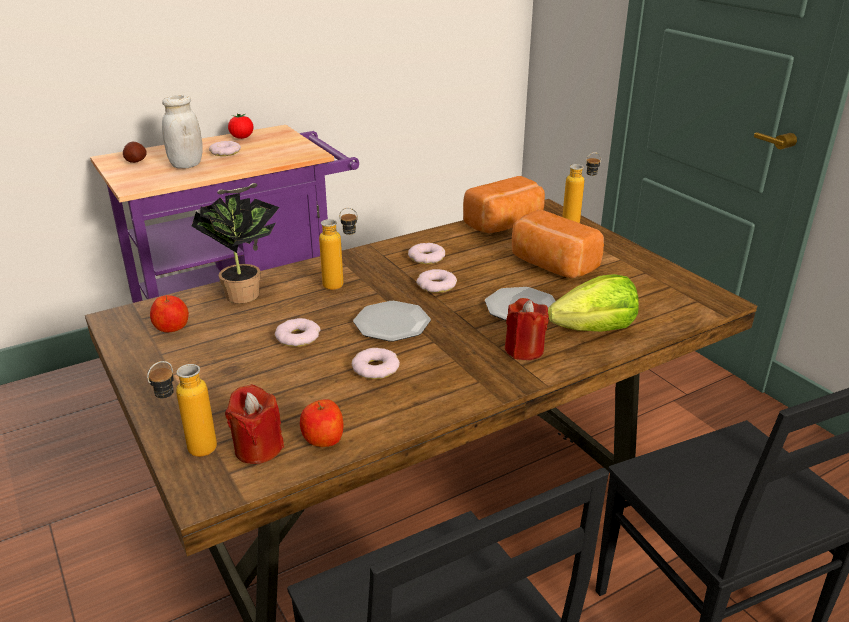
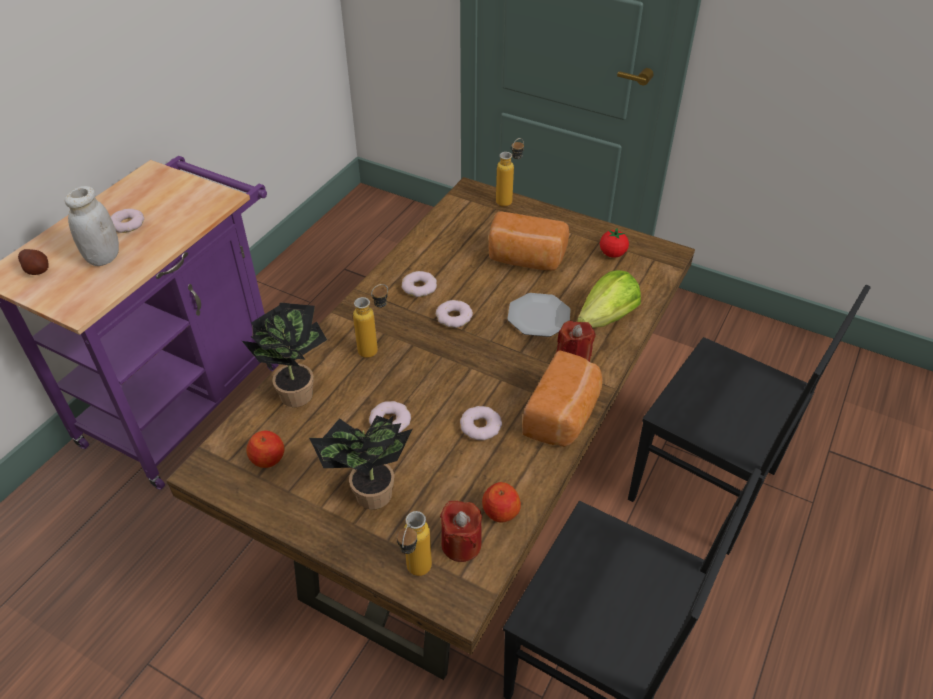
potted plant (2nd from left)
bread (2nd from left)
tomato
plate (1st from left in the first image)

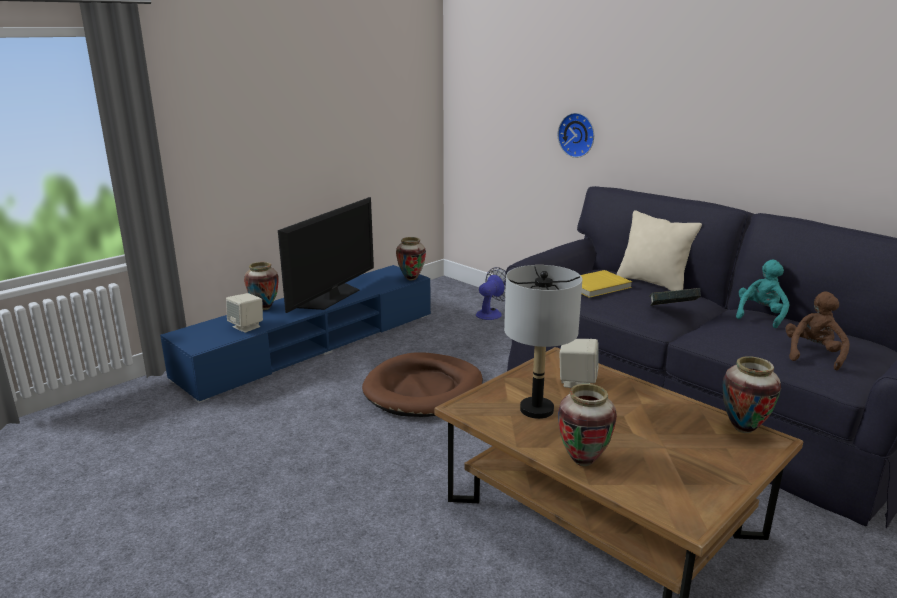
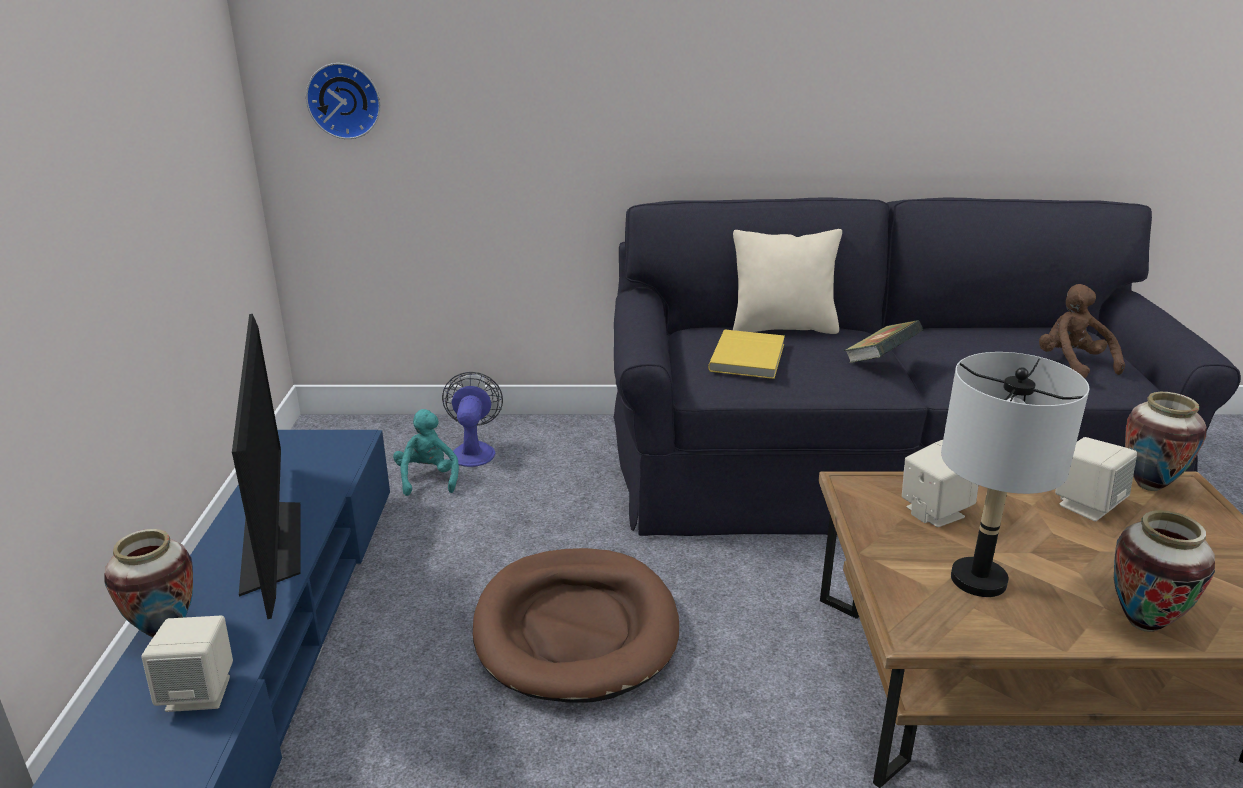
wall clock
plush toy in turquoise
speaker in beige (3rd from left)
vase (2nd from left in the first image)

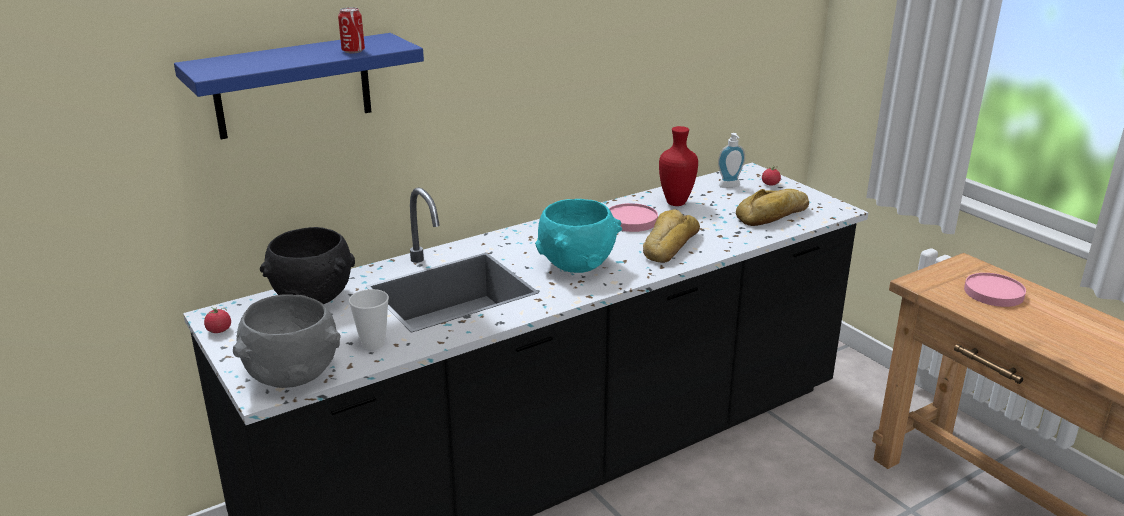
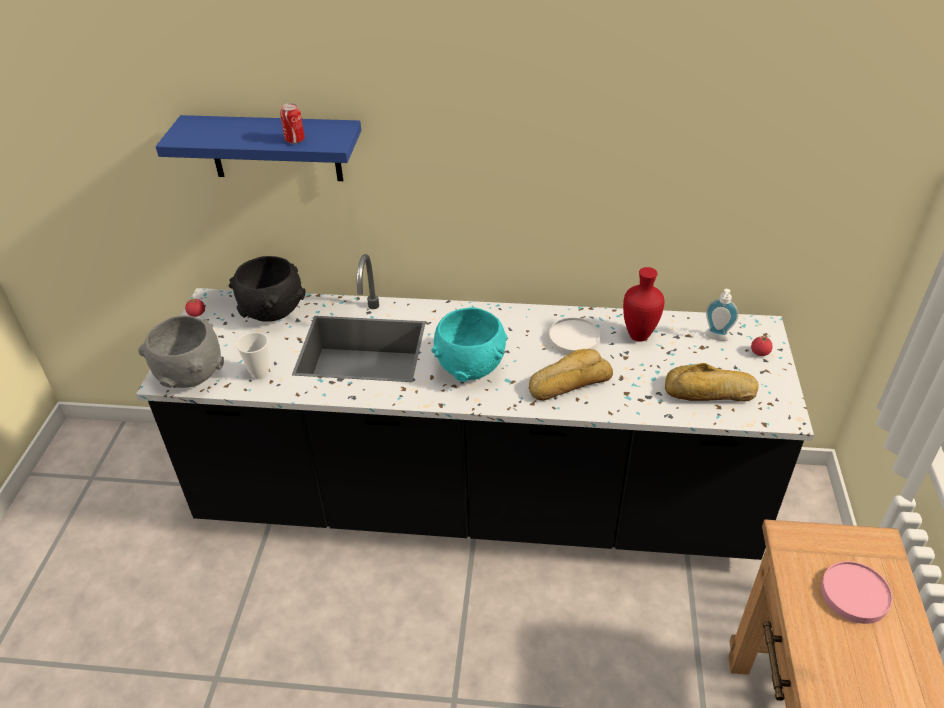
plate in white

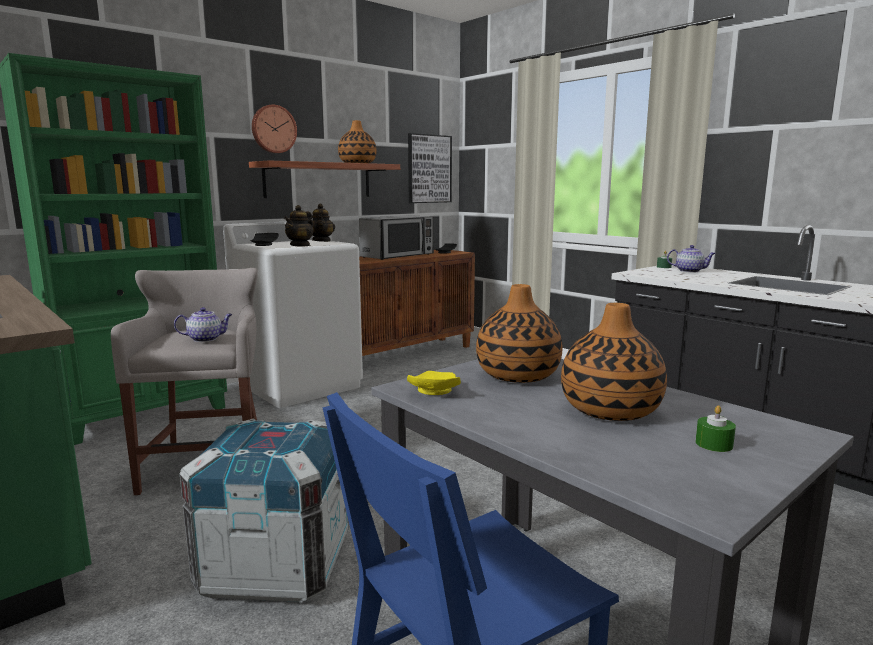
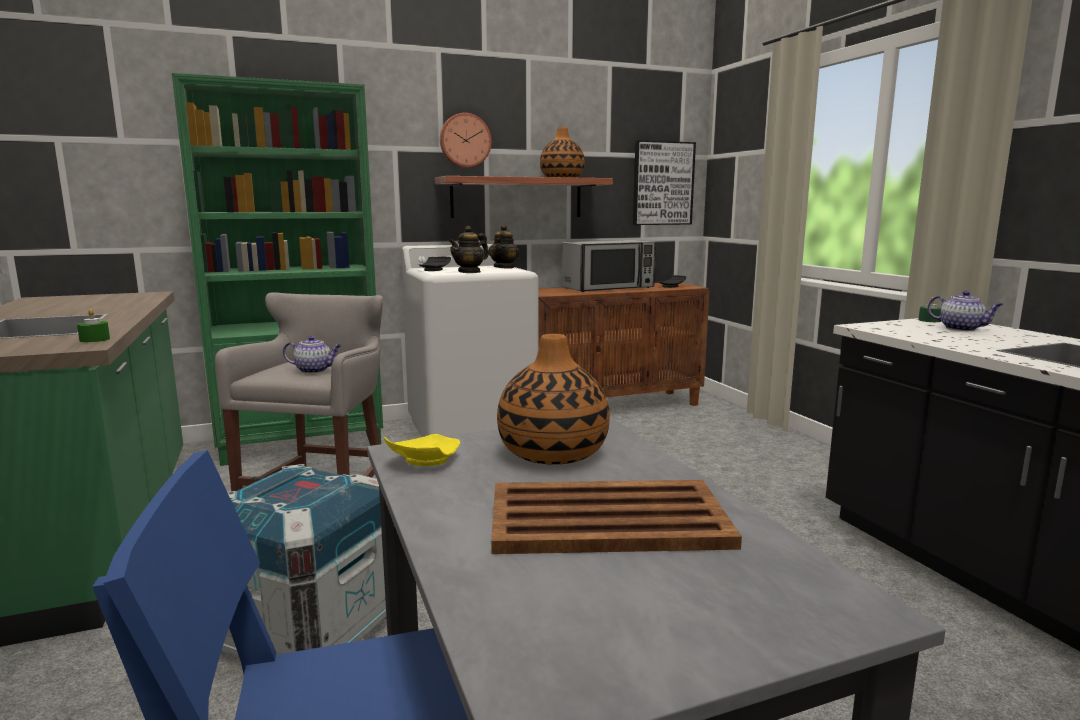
candle in green (1st from left)
tray in brown

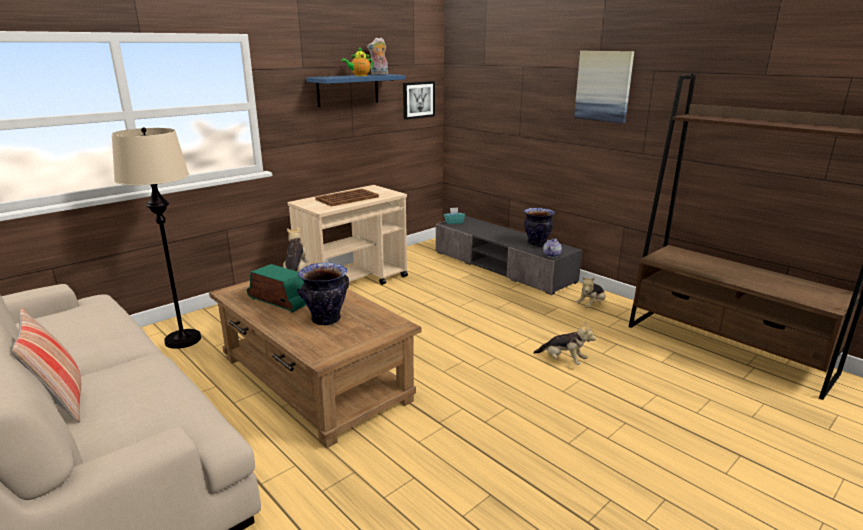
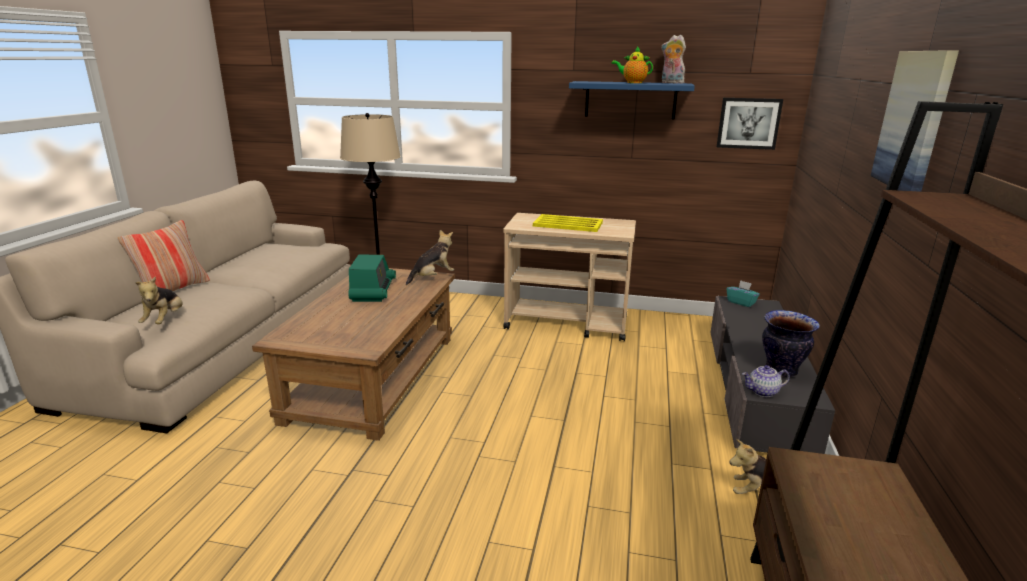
plush toy (1st from left)
tray in yellow
vase (1st from left in the first image)

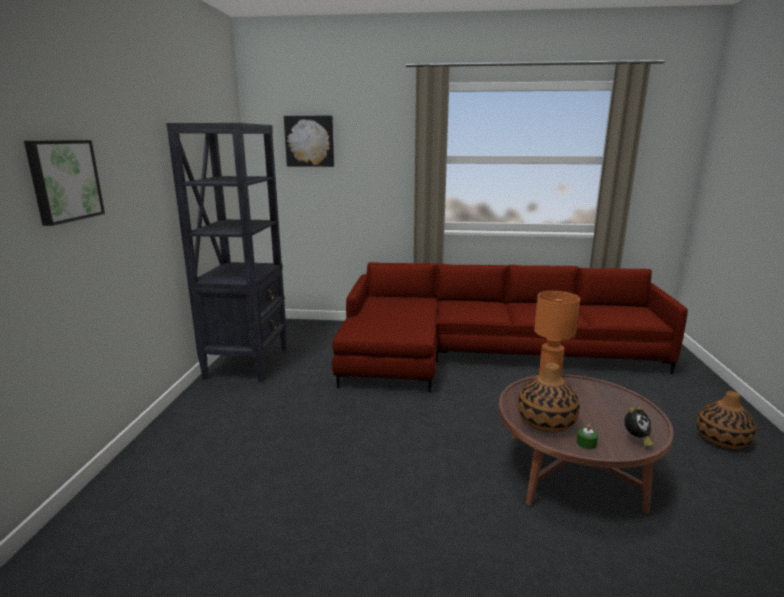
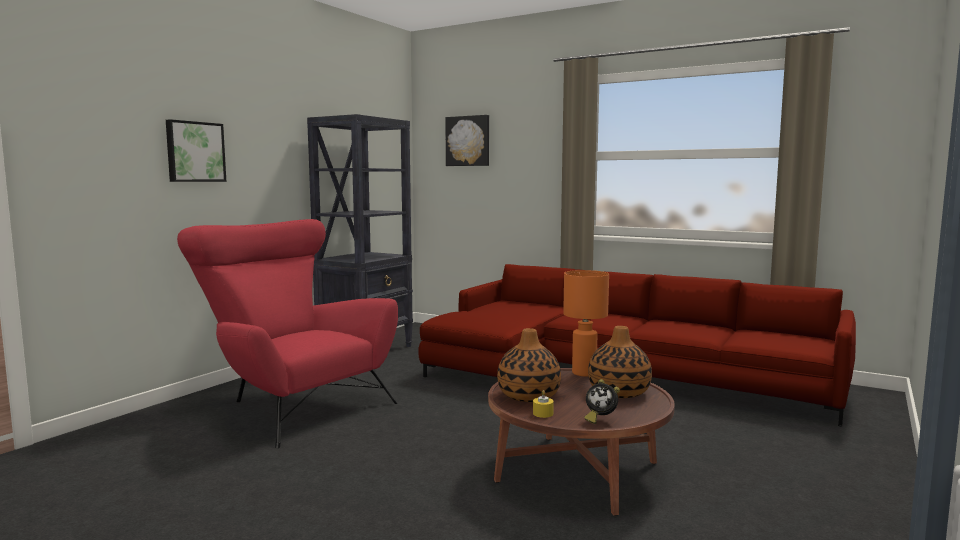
armchair in red
candle in yellow
alarm clock
vase (2nd from left)

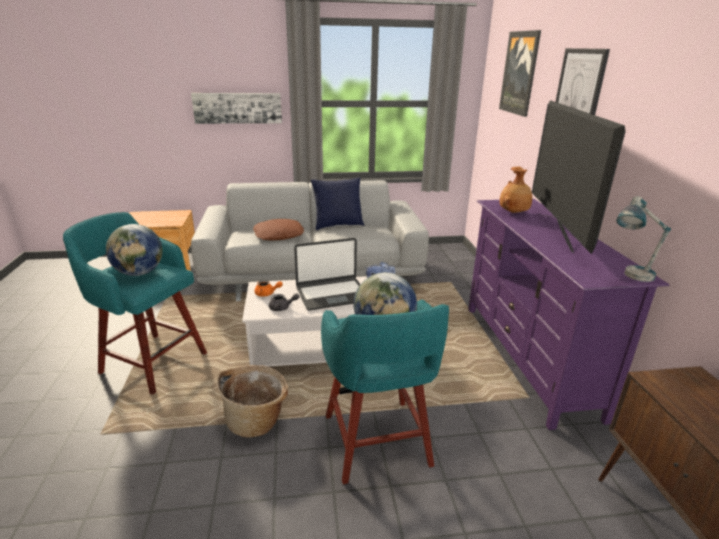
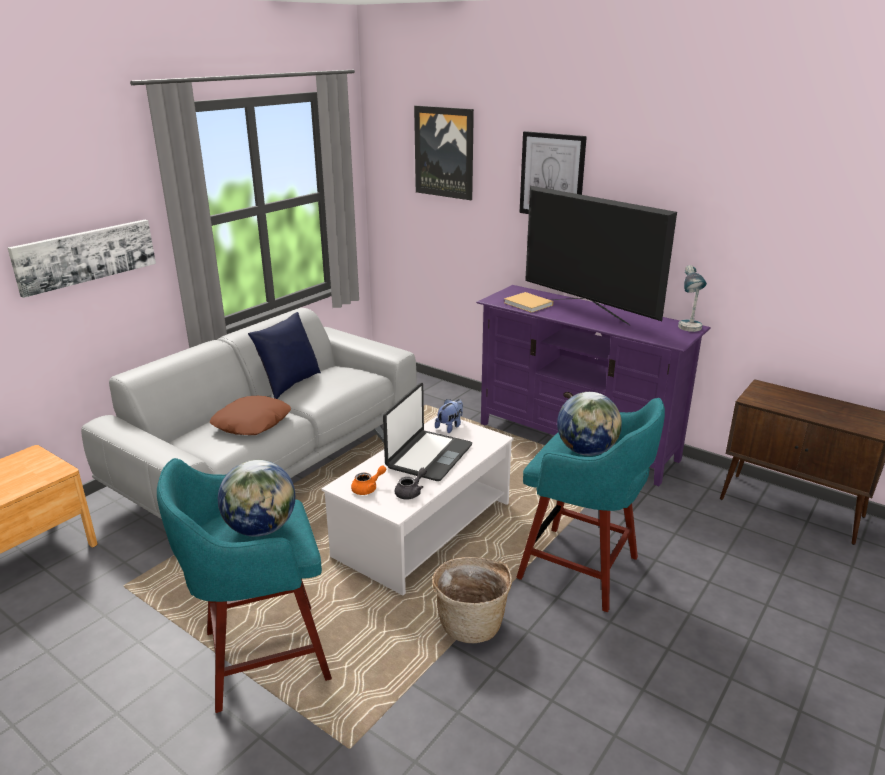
book in beige

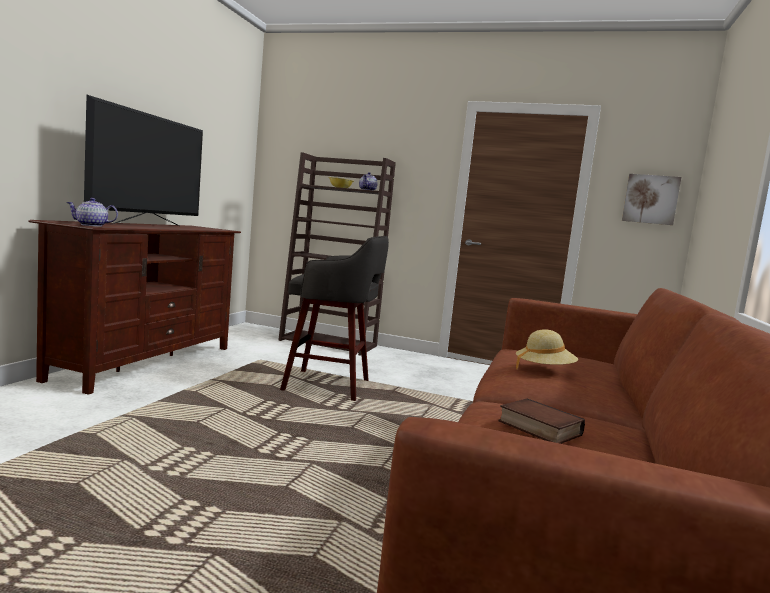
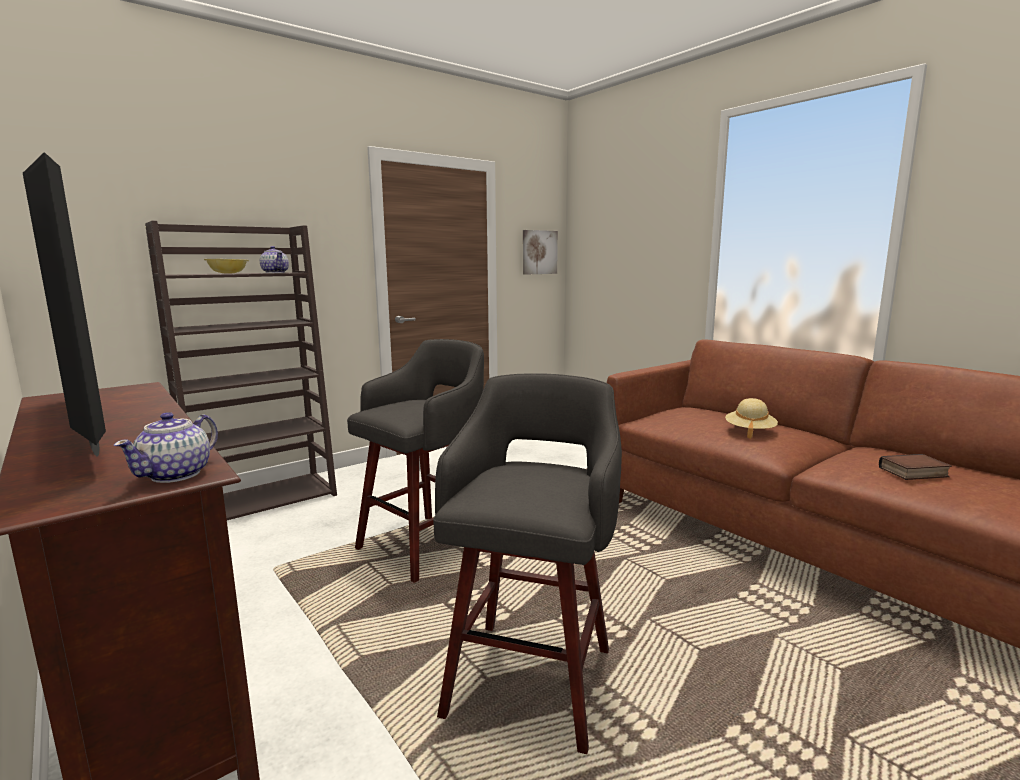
stool in grey (2nd from left)

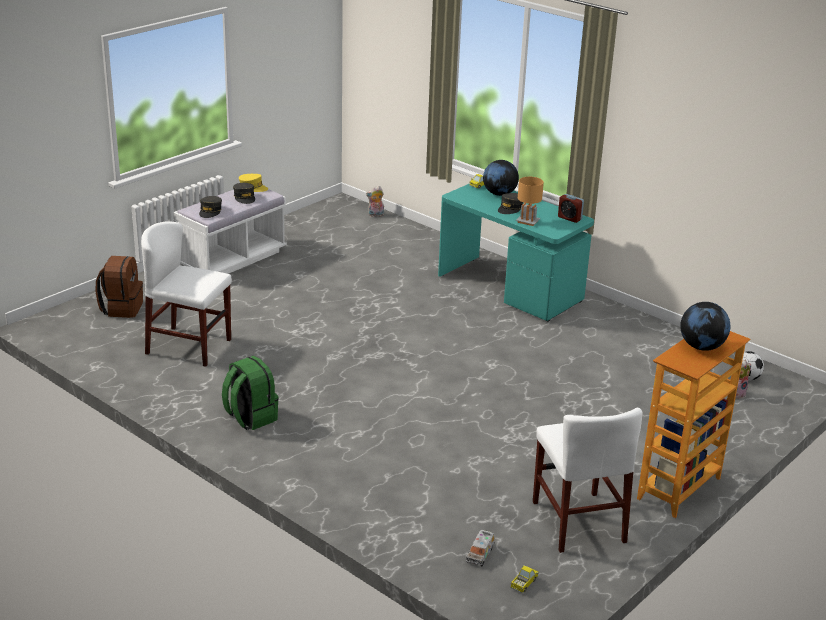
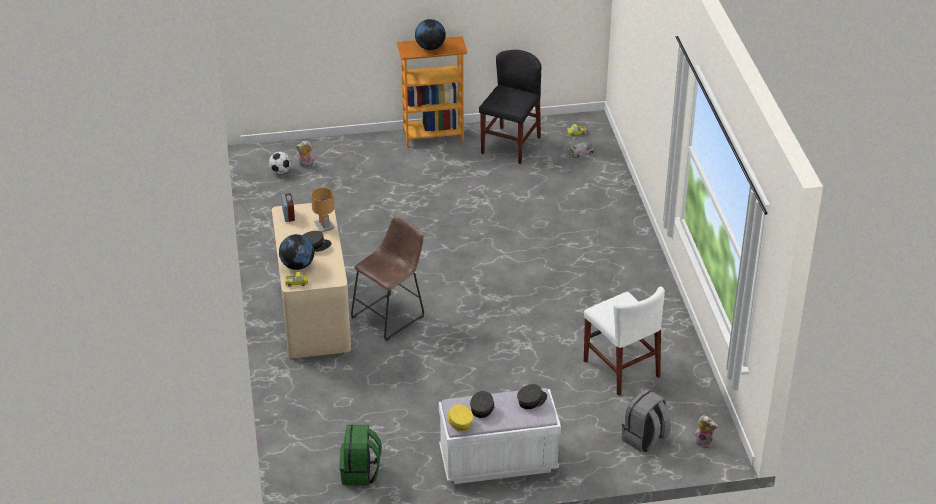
desk in beige
backpack in green
stool in brown
chair in black
backpack in grey
plush toy (2nd from left)

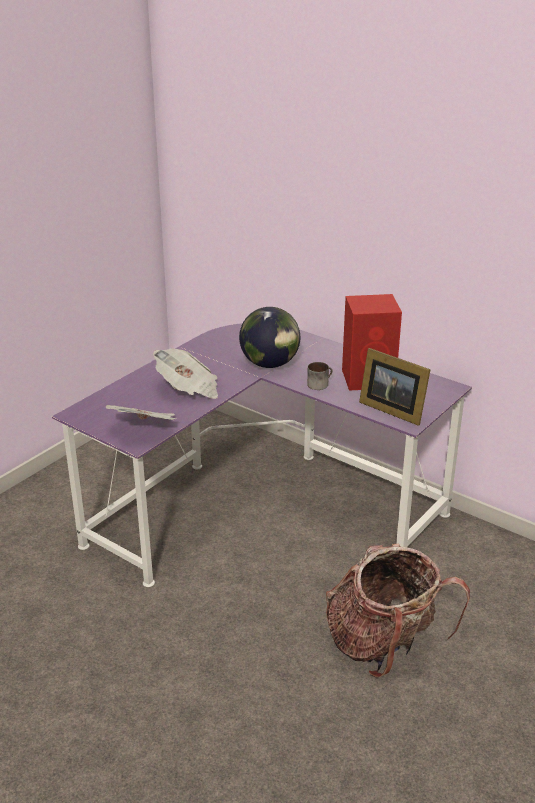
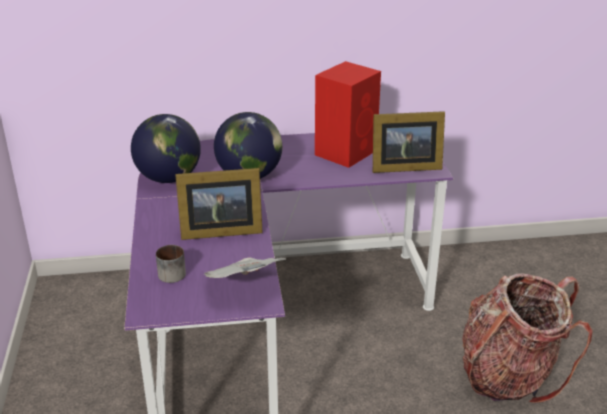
globe (1st from left)
mug
picture frame (1st from left)

